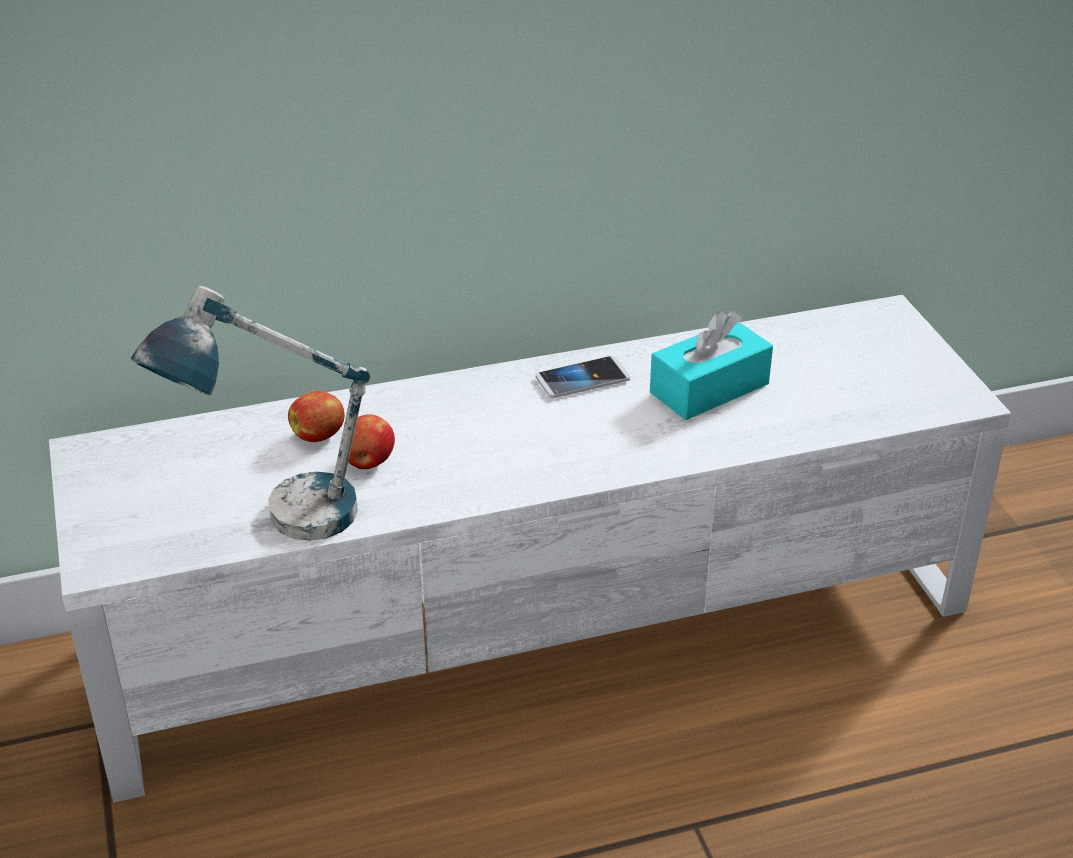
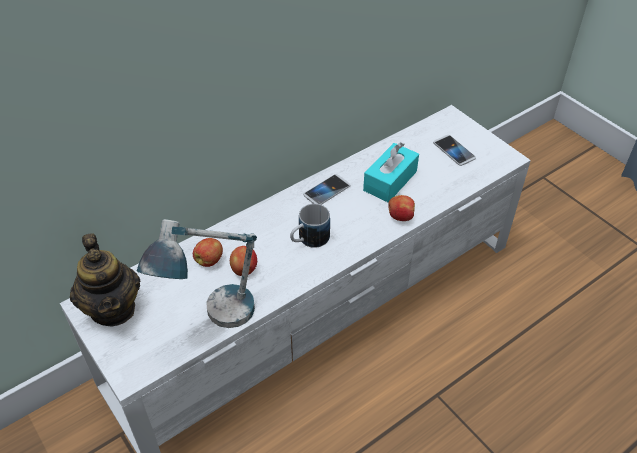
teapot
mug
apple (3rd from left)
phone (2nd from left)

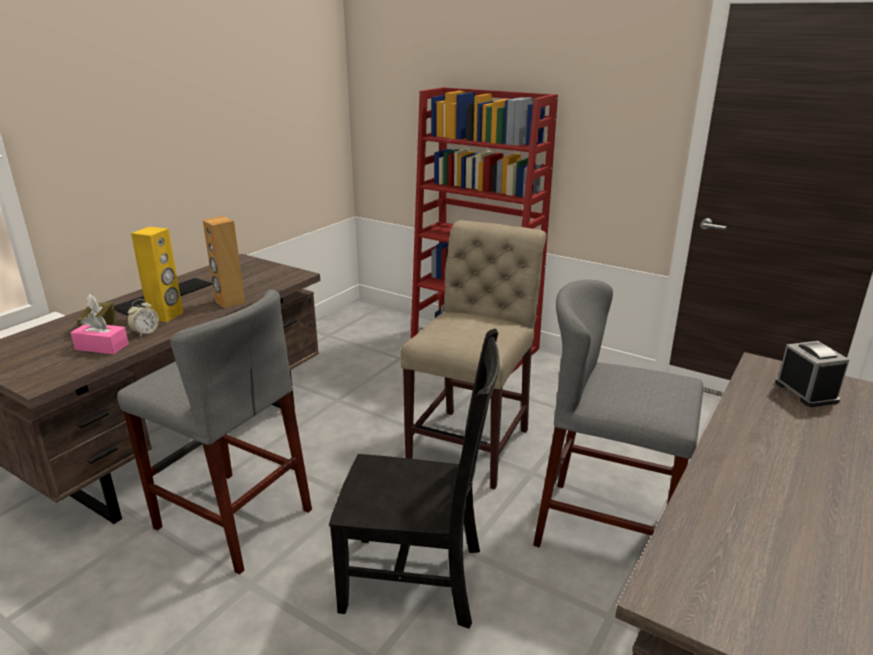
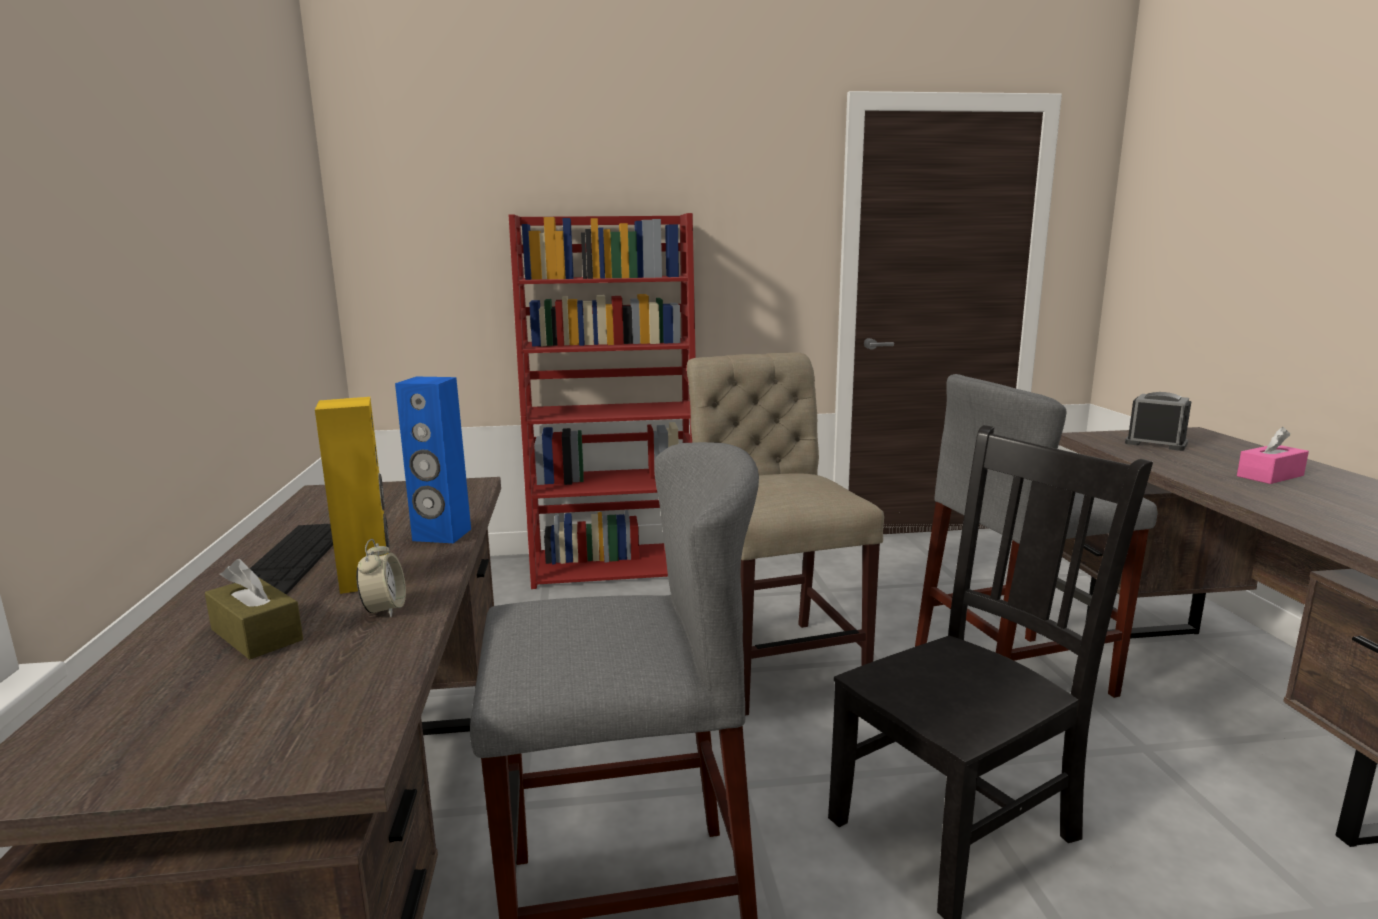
speaker in blue
tissue box in pink

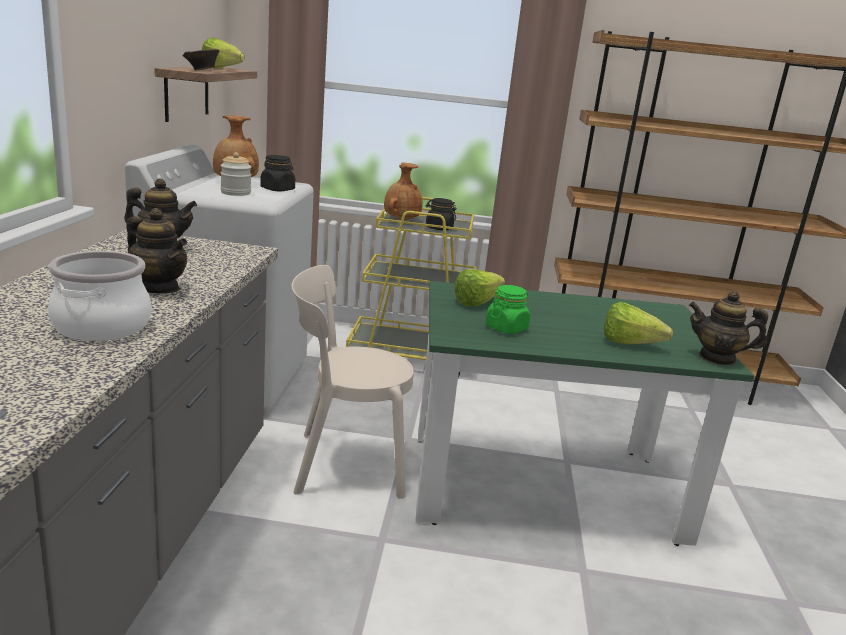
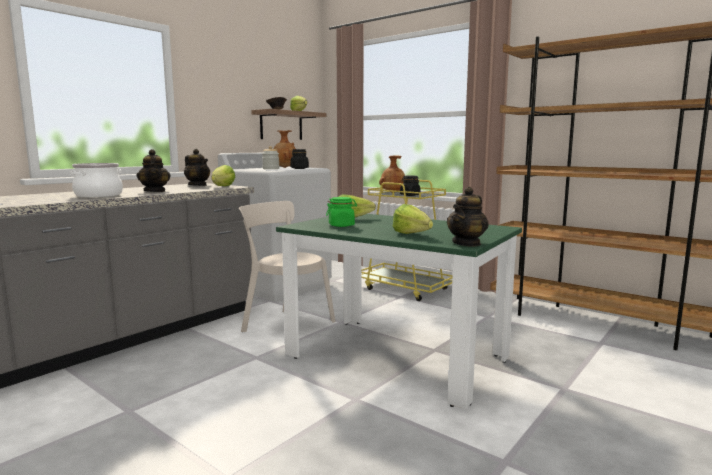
lettuce (1st from left)
teapot (3rd from left)

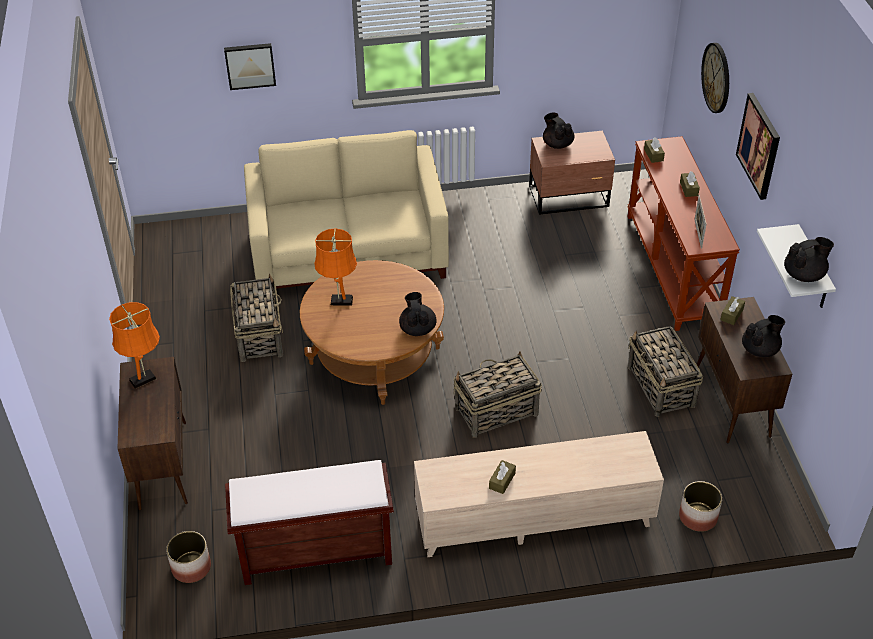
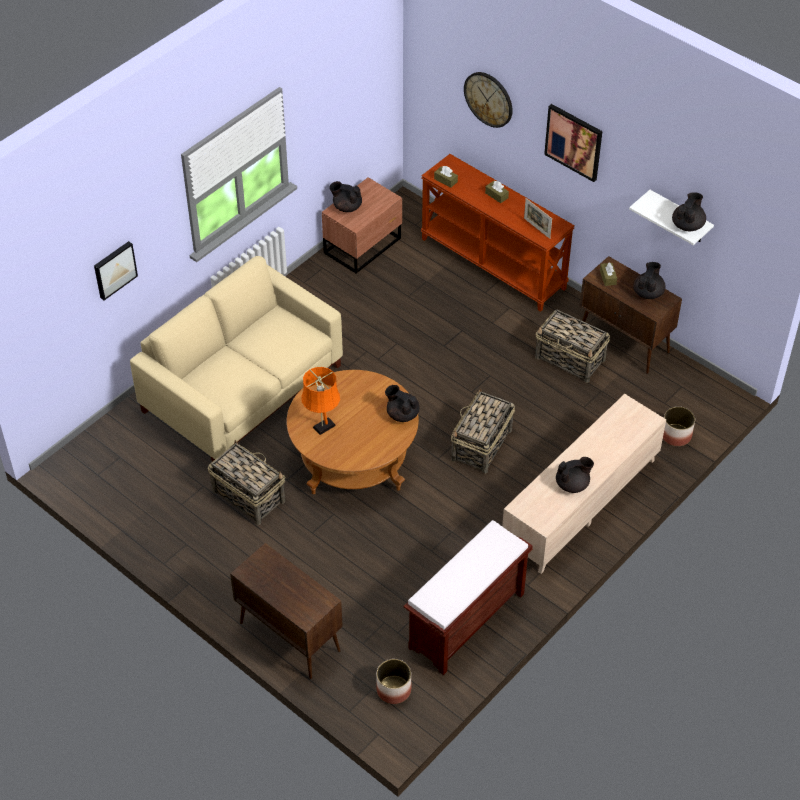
teapot in black (3rd from left)
table lamp in orange (1st from left in the first image)

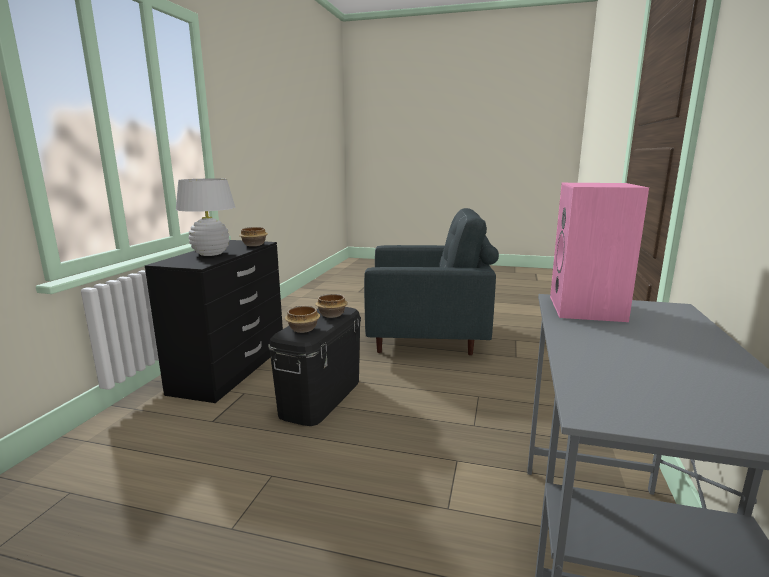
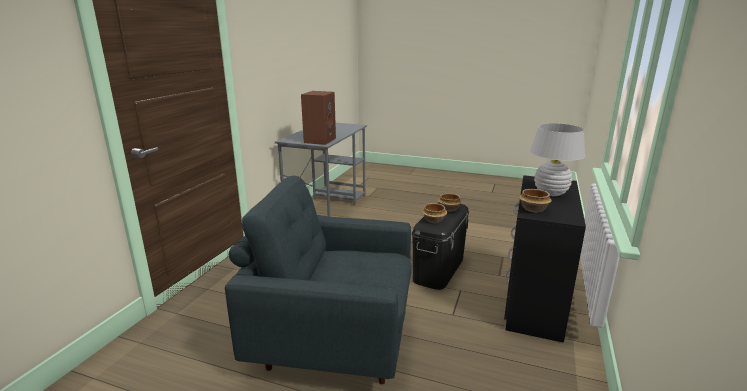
speaker in brown

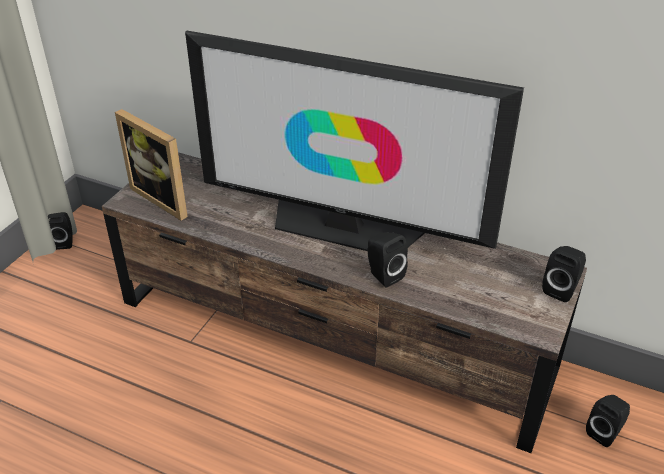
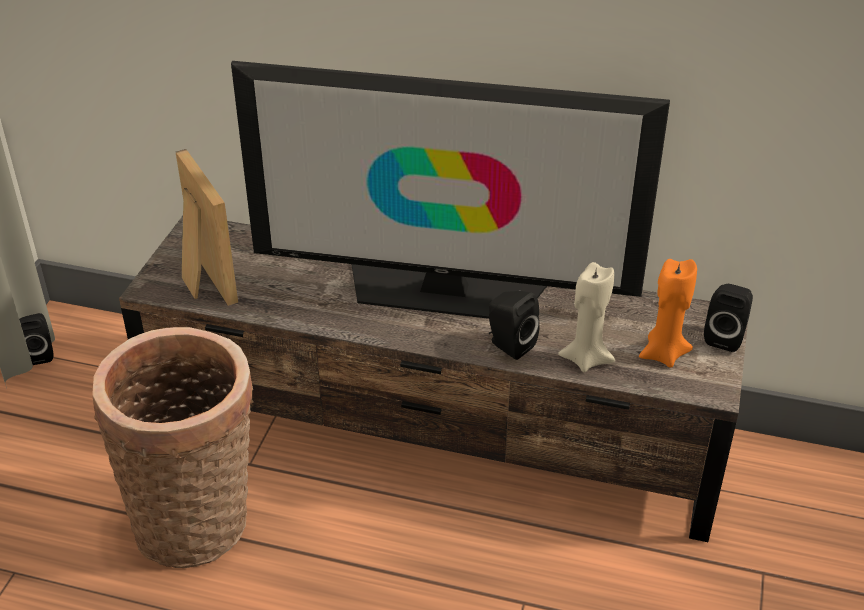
basket
picture frame
candle in beige
candle in orange
speaker in black (4th from left in the first image)

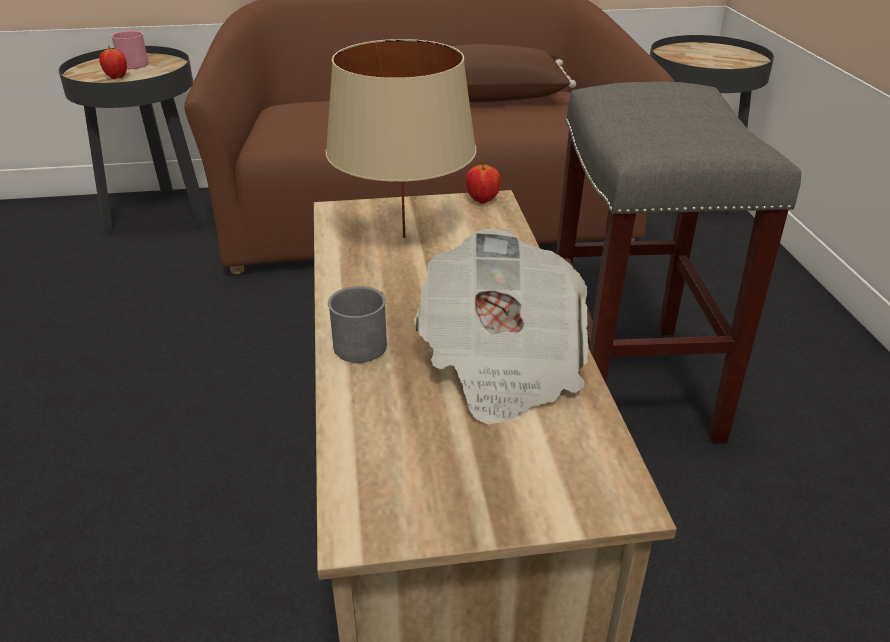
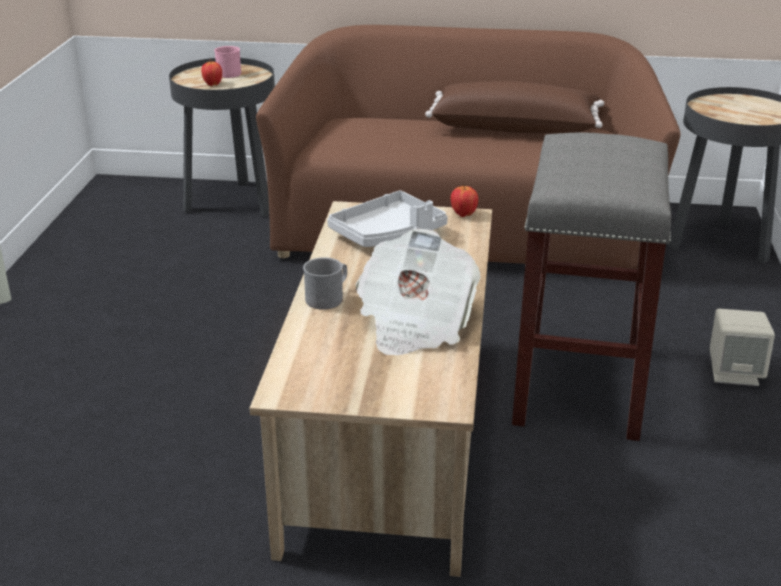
tray in grey
speaker in beige

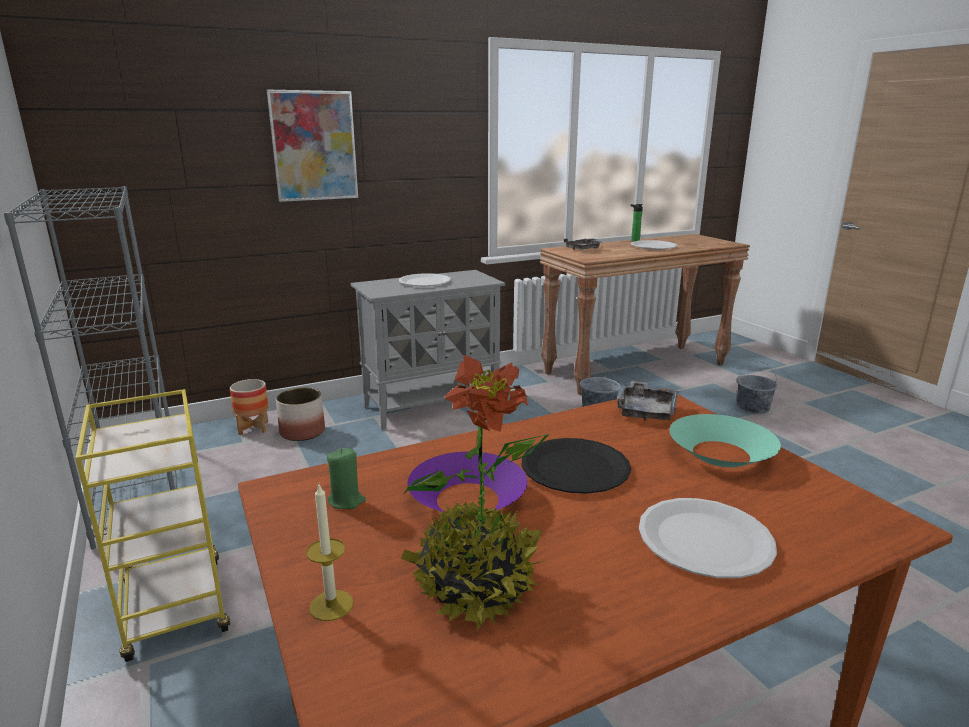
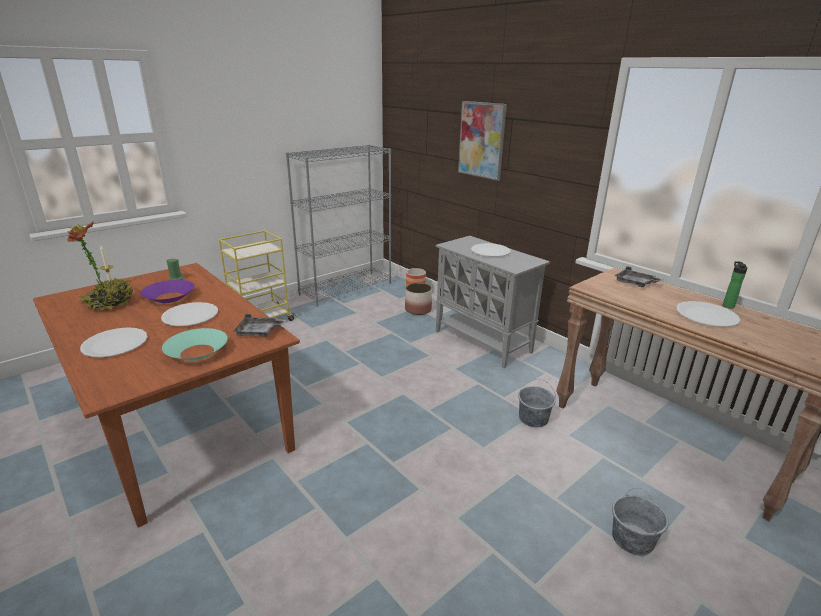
plate in white (2nd from left)

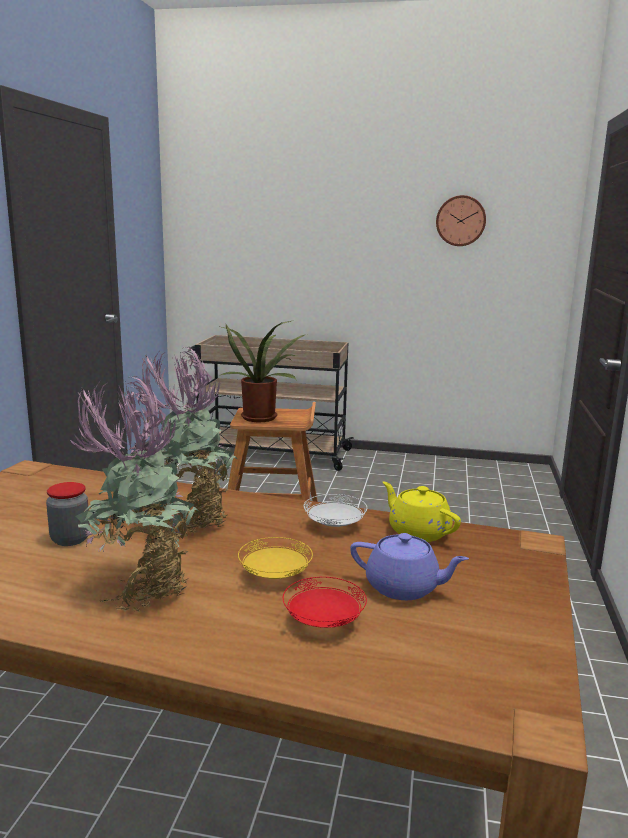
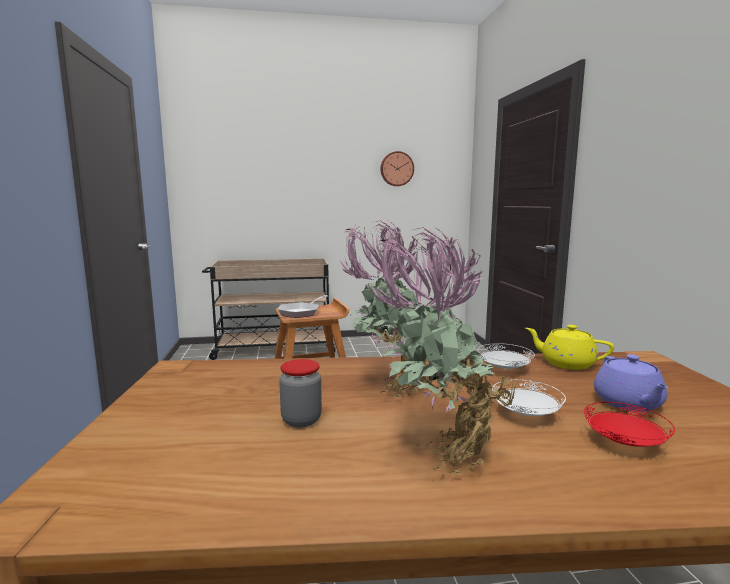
frying pan
plate in white (2nd from left)
teapot in purple

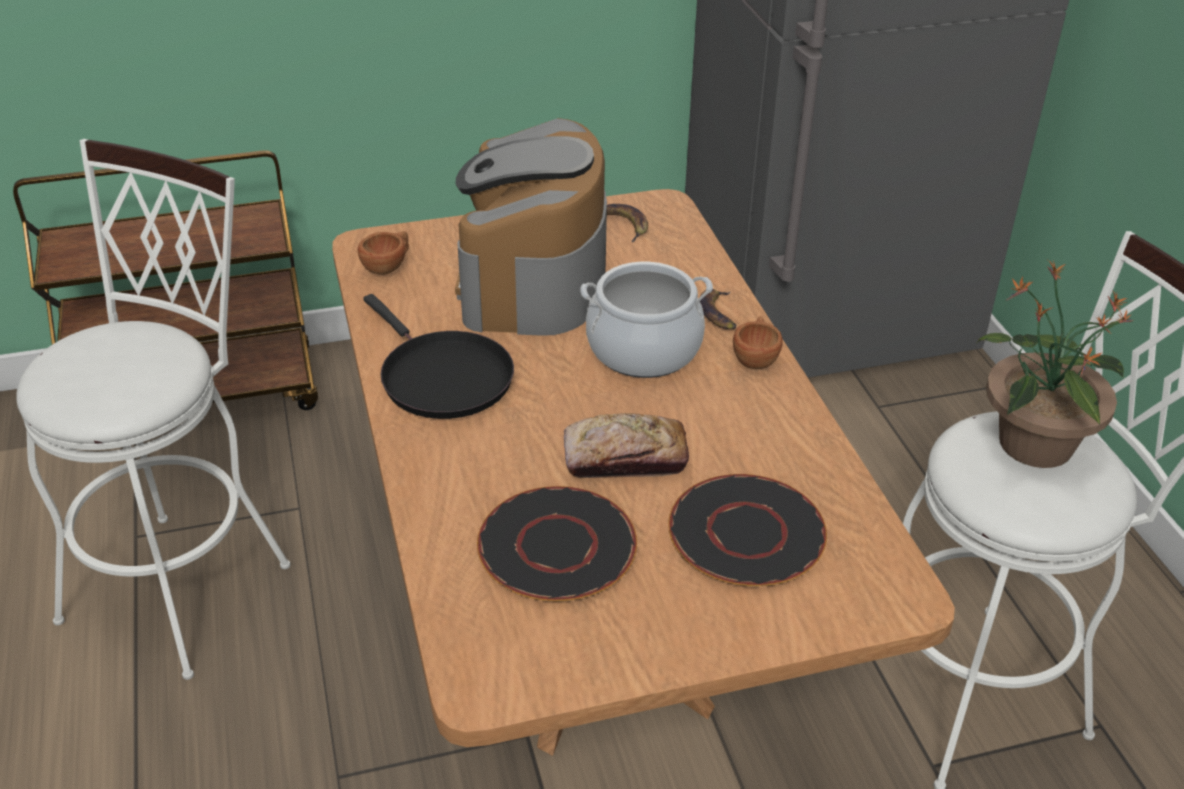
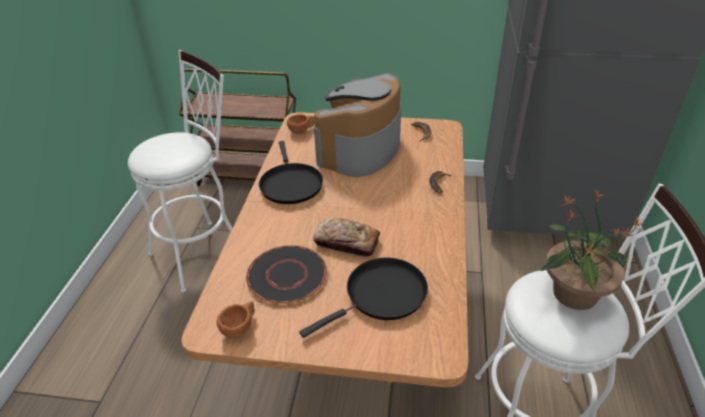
cup in brown (1st from left)
frying pan in black (2nd from left)
cooking pot

